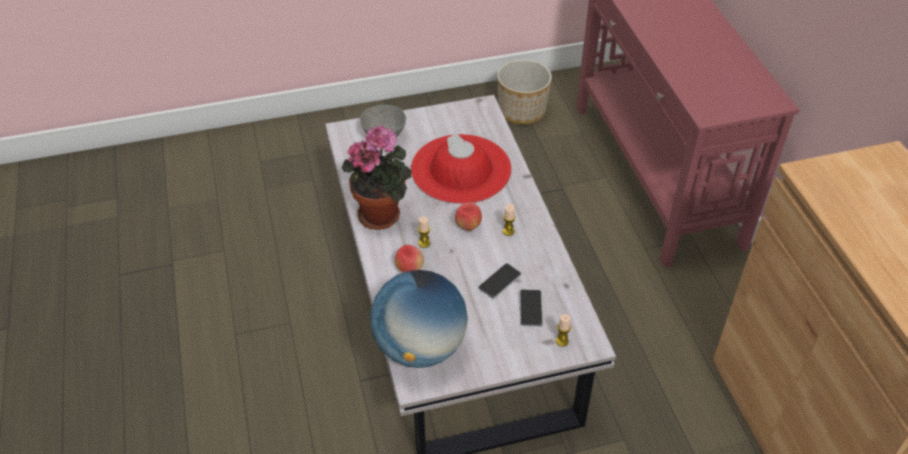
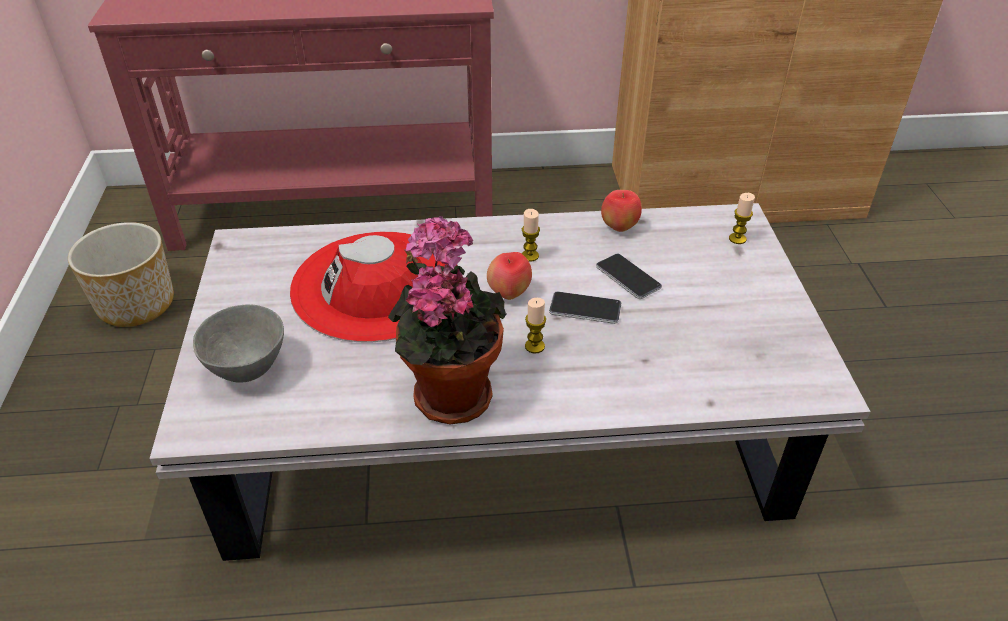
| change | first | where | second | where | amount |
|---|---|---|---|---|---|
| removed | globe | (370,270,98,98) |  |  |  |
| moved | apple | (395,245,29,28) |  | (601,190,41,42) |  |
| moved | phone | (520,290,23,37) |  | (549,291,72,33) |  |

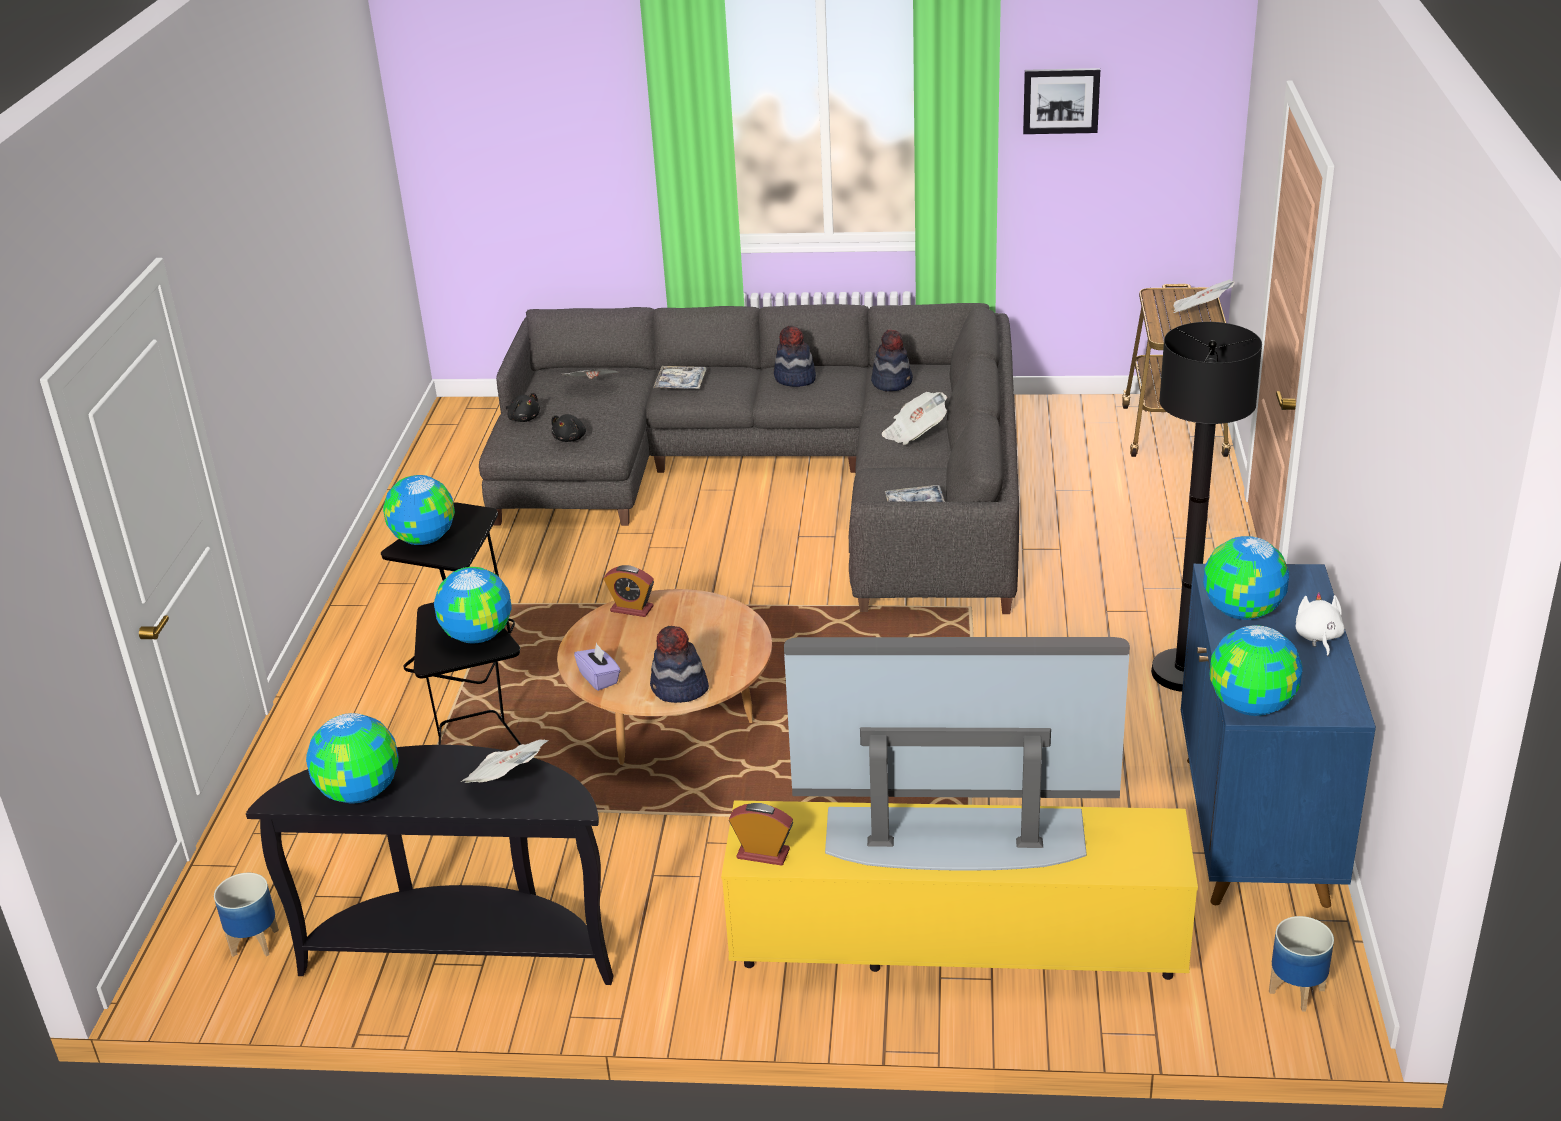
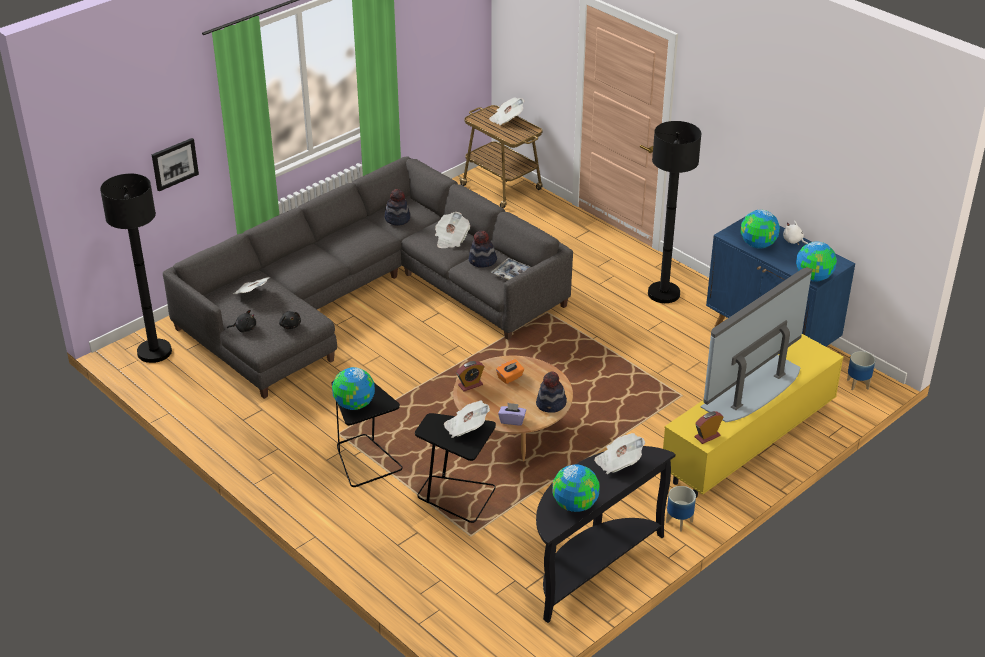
| change | first | where | second | where | amount |
|---|---|---|---|---|---|
| moved | planter | (214,873,65,84) |  | (666,486,30,46) |  |
| replaced | globe | (434,567,78,77) | newspaper | (444,401,46,37) |  |
| removed | tray | (653,366,53,23) |  |  |  |
| moved | hat | (774,326,42,61) |  | (469,231,28,37) |  |
| moved | picture | (1023,68,77,66) |  | (152,138,47,53) |  |
| added |  |  | black floor lamp | (100,174,72,189) |  |
| added |  |  | orange tissue box | (496,359,28,25) |  |

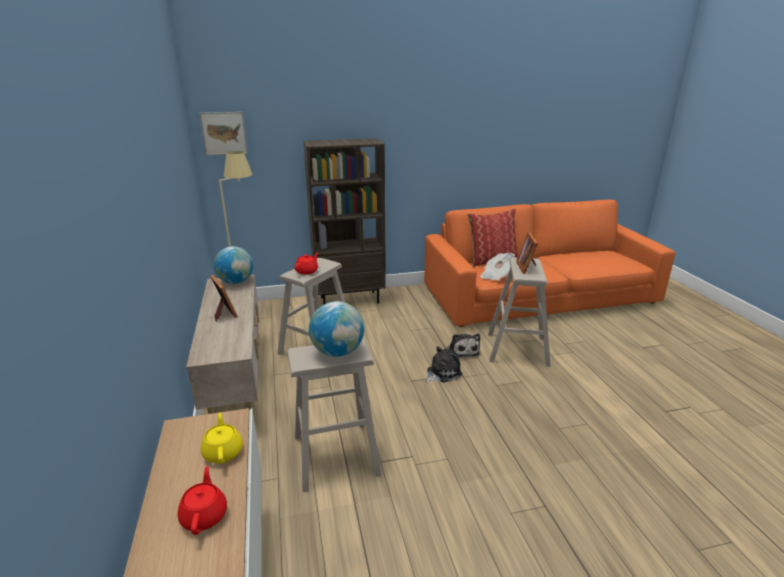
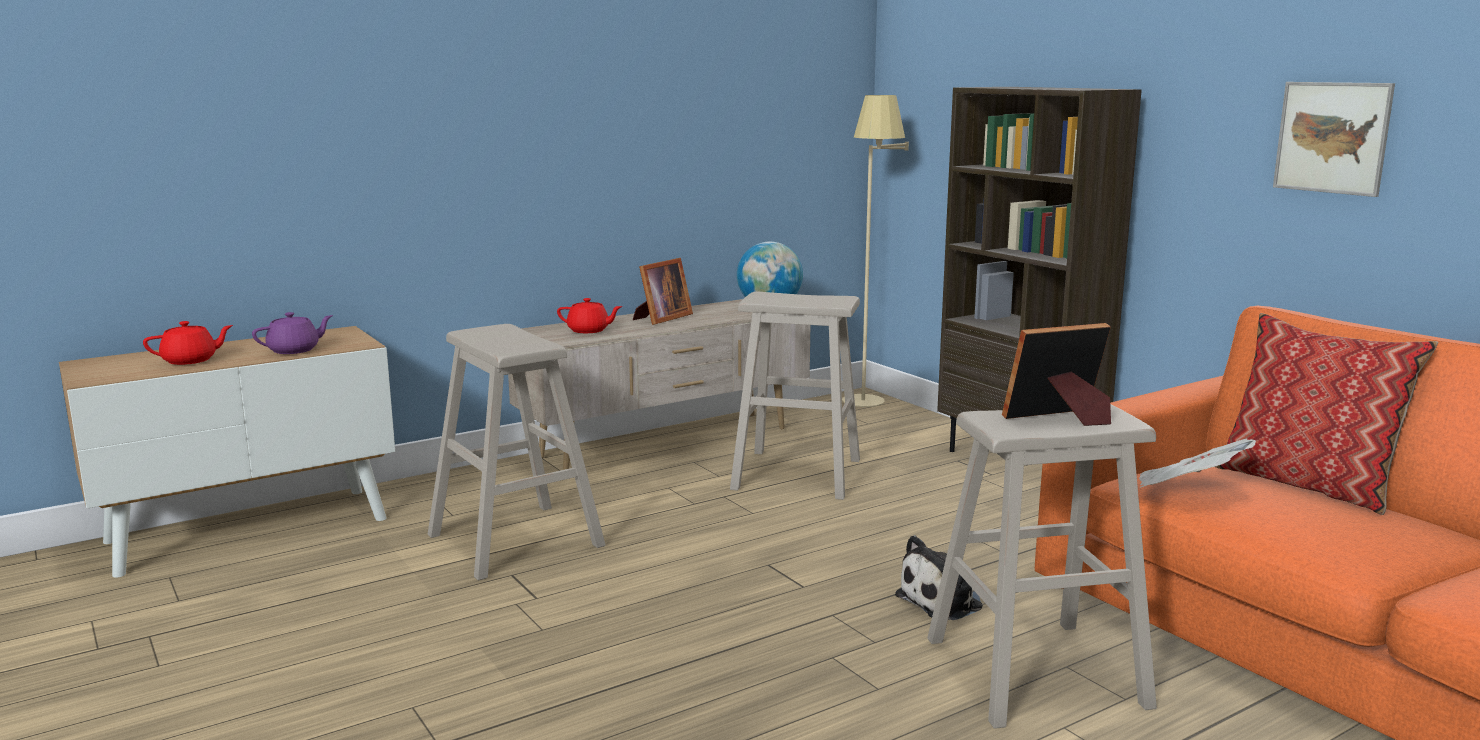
| change | first | where | second | where | amount |
|---|---|---|---|---|---|
| moved | picture | (199,112,49,44) |  | (1273,82,122,115) |  |
| recoloured | yellow teapot | (201,412,42,52) | purple teapot | (252,312,81,42) |  |
| moved | red teapot | (294,252,24,23) |  | (557,298,65,35) |  |
| removed | globe | (309,301,55,56) |  |  |  |
| removed | plush toy | (425,346,37,37) |  |  |  |

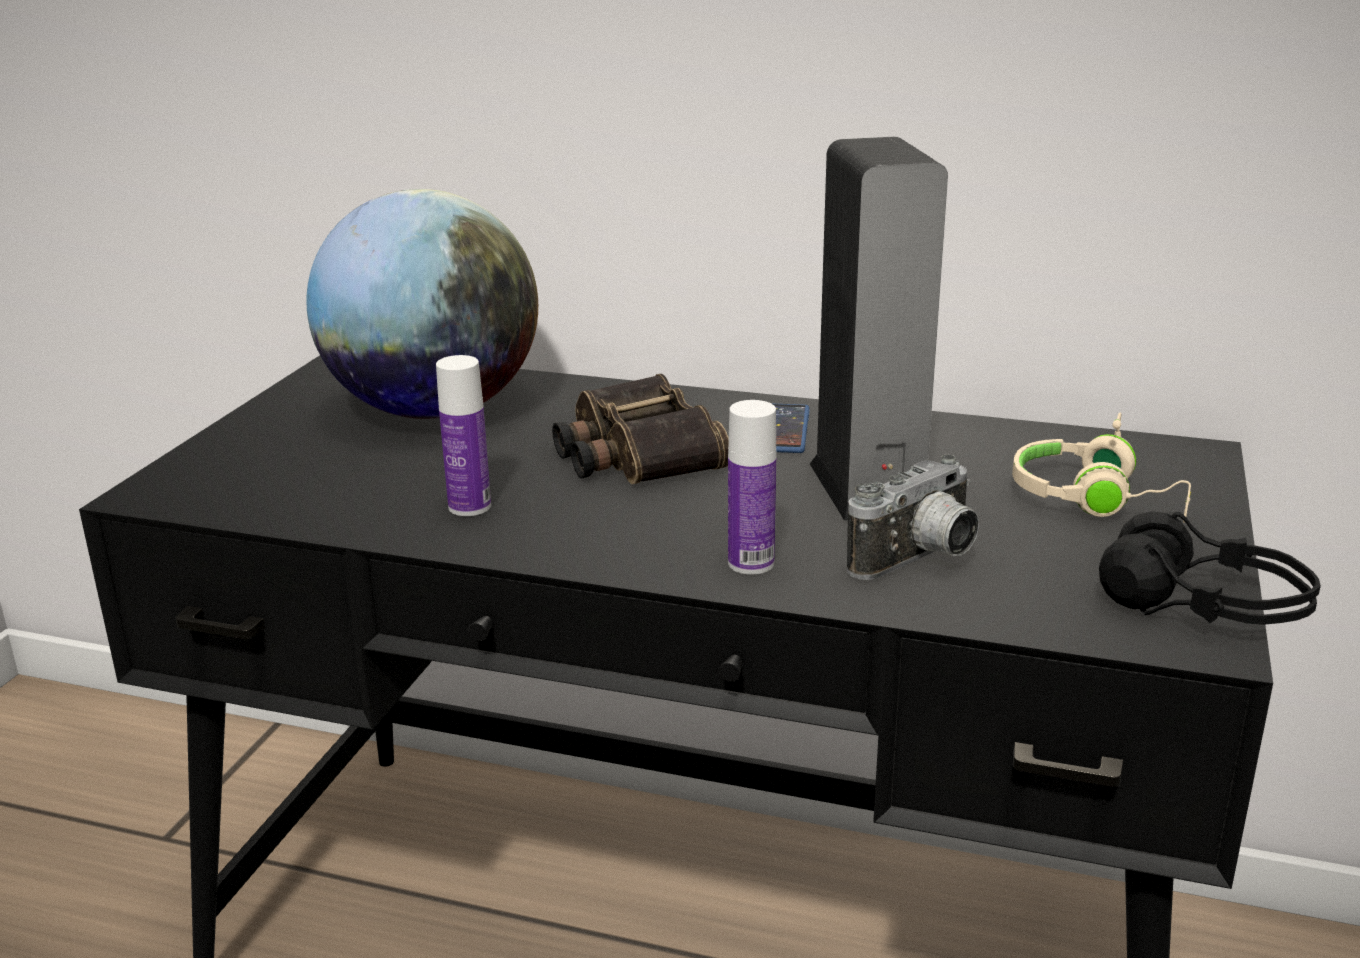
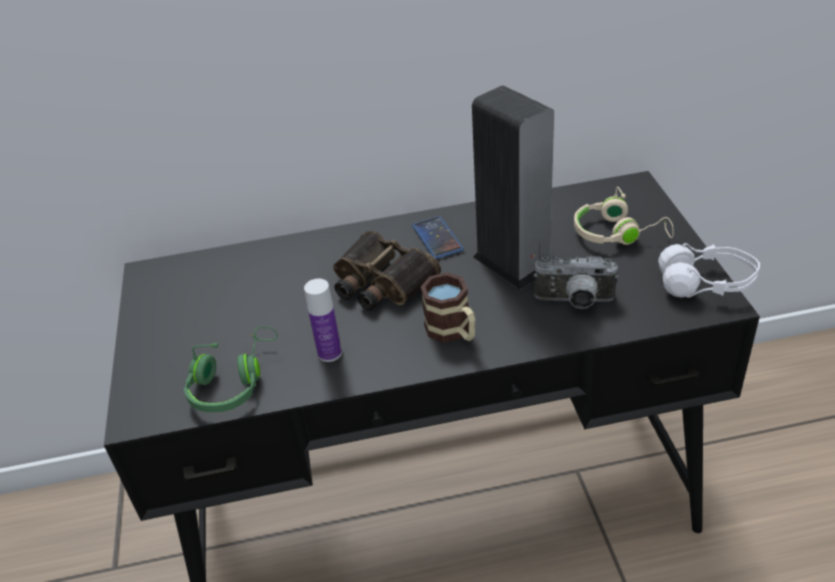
| change | first | where | second | where | amount |
|---|---|---|---|---|---|
| removed | globe | (307,189,231,230) |  |  |  |
| removed | bottle | (728,400,48,175) |  |  |  |
| turned | photo camera | (847,454,132,126) |  | (533,255,86,54) | 75 degrees clockwise |
| recoloured | black headphones | (1099,511,222,114) | white headphones | (658,243,102,55) |  |
| added |  |  | green headphones | (183,327,95,85) |  |
| added |  |  | mug | (421,273,54,70) |  |

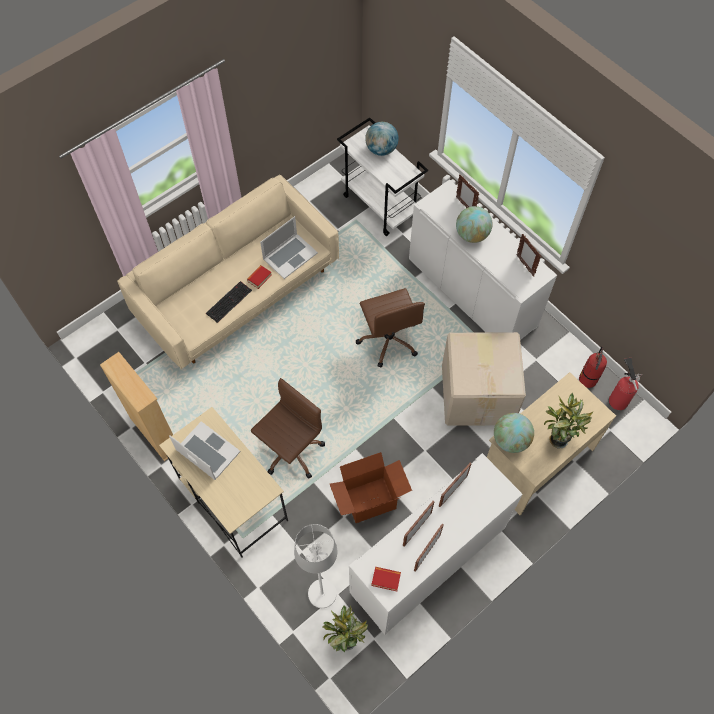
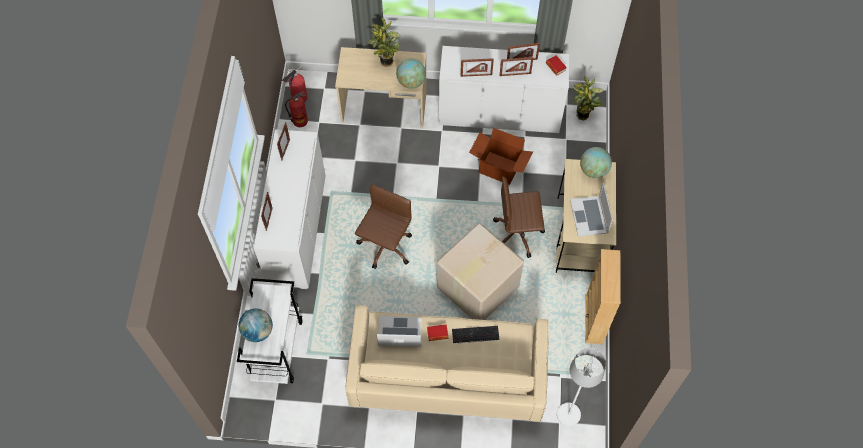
| change | first | where | second | where | amount |
|---|---|---|---|---|---|
| moved | white floor lamp | (294,524,44,84) |  | (557,348,49,78) |  |
| moved | cardboard box | (442,332,84,94) |  | (437,223,87,97) |  |
| moved | globe | (456,206,37,37) |  | (580,147,32,31) |  |

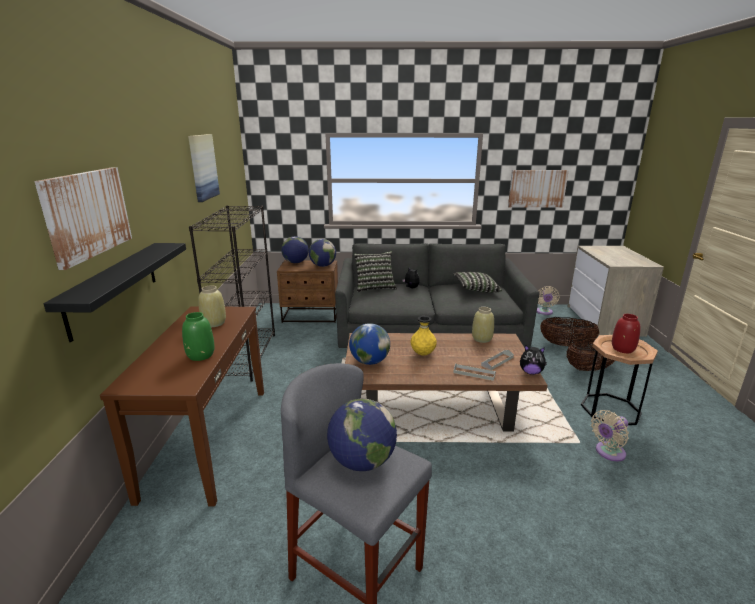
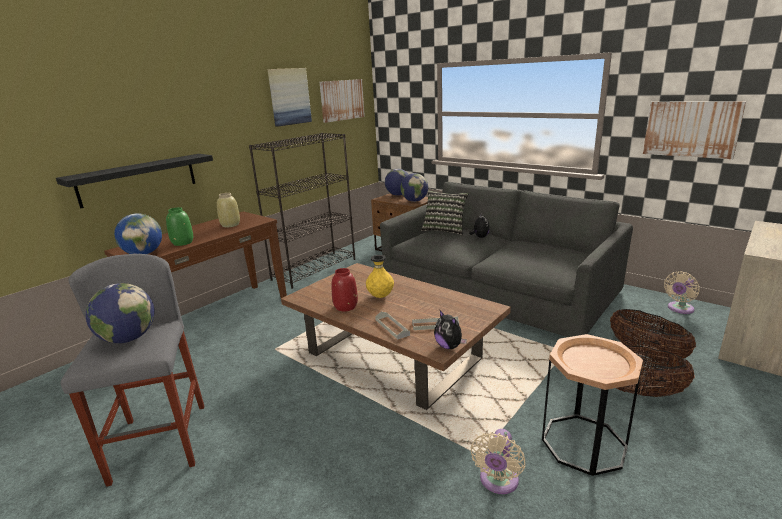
| change | first | where | second | where | amount |
|---|---|---|---|---|---|
| moved | picture | (34,167,98,103) |  | (320,79,45,44) |  |
| moved | globe | (349,323,41,42) |  | (114,213,48,41) |  |
| removed | pillow | (453,272,49,21) |  |  |  |
| removed | beige vase | (472,307,22,36) |  |  |  |
| turned | beige fan | (591,410,38,51) |  | (471,429,54,65) | 75 degrees counterclockwise |
| moved | red vase | (612,314,29,39) |  | (331,268,27,43) |  |

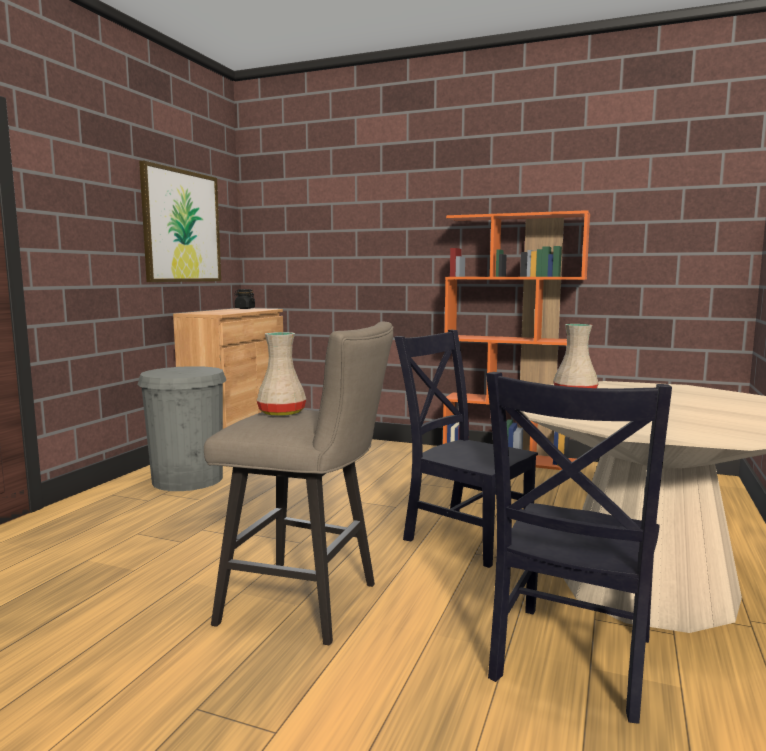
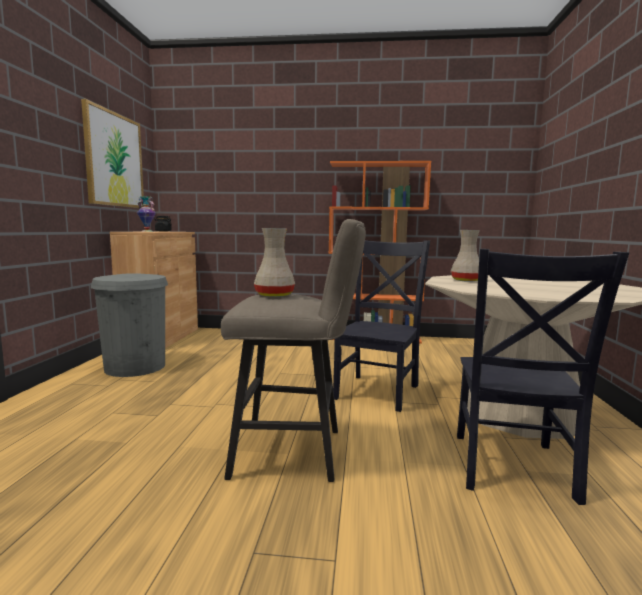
| change | first | where | second | where | amount |
|---|---|---|---|---|---|
| turned | black chair | (394,330,144,238) |  | (333,240,97,172) | 90 degrees clockwise |
| added |  |  | vase | (137,196,19,36) |  |

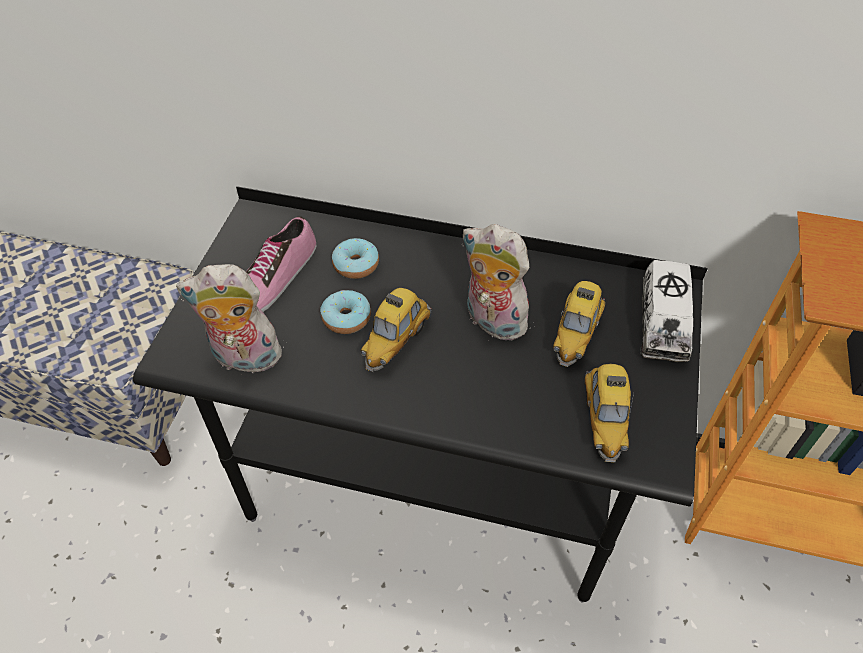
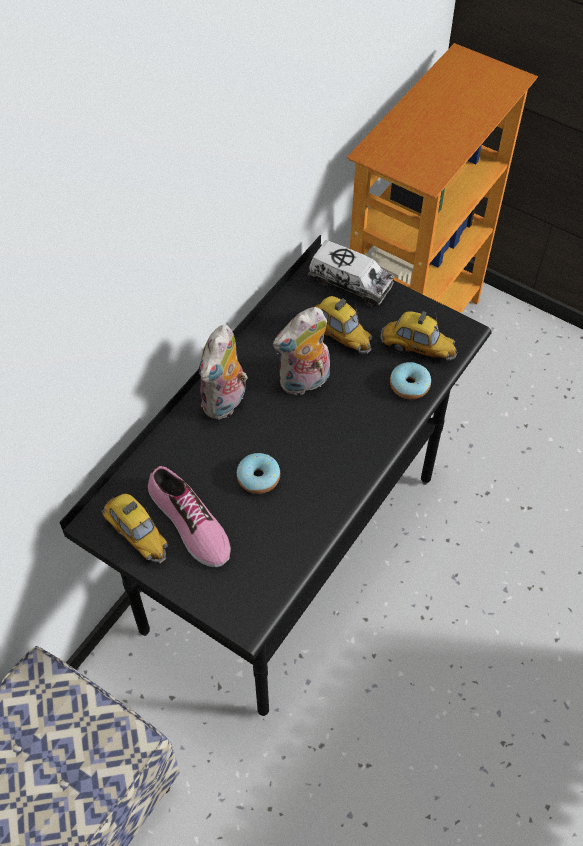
| change | first | where | second | where | amount |
|---|---|---|---|---|---|
| moved | plush toy | (176,264,112,114) |  | (199,325,49,95) |  |
| moved | donut | (332,238,47,41) |  | (390,362,41,37) |  |
| moved | toy car | (360,288,71,85) |  | (101,494,67,70) |  |

